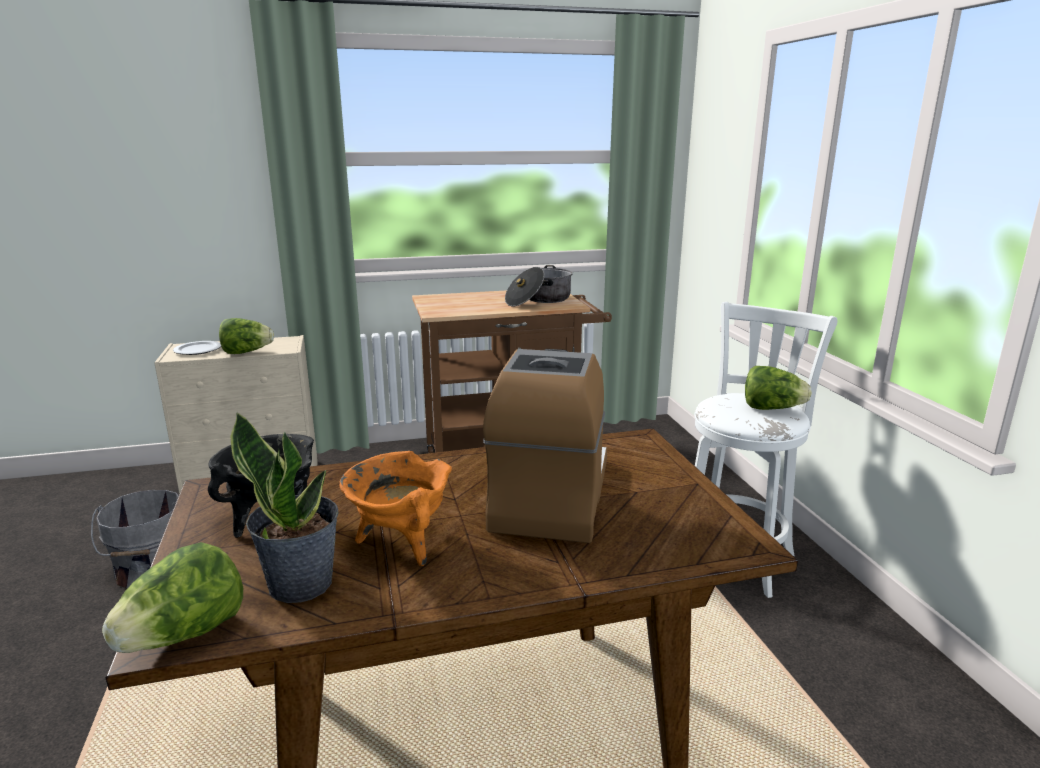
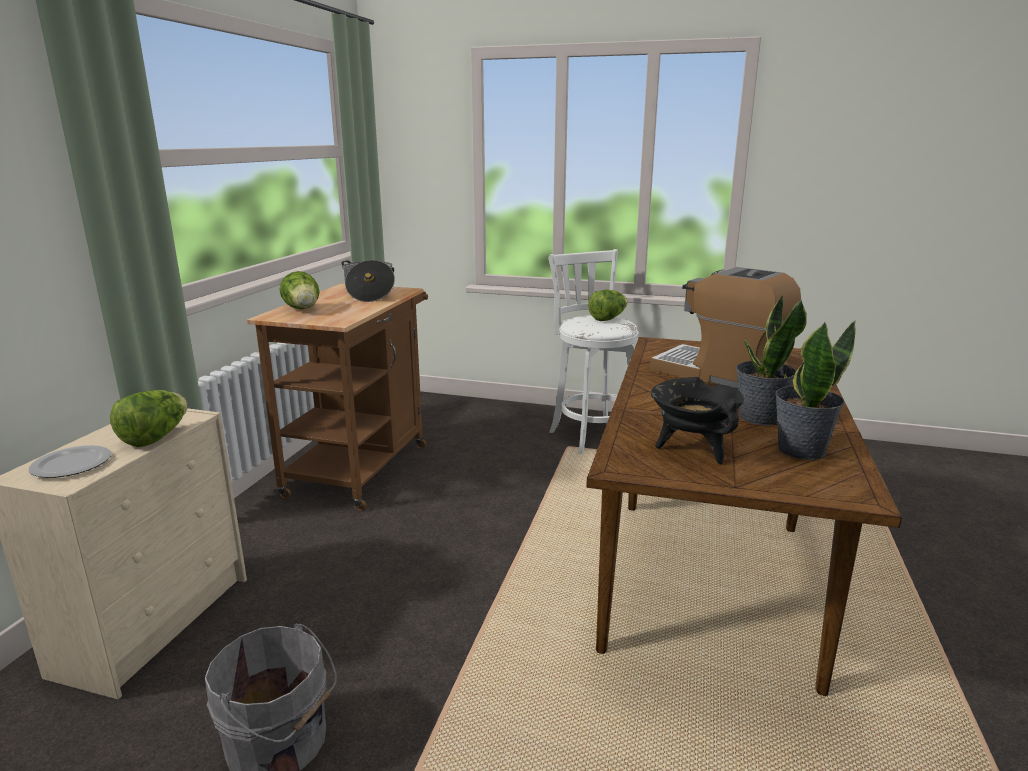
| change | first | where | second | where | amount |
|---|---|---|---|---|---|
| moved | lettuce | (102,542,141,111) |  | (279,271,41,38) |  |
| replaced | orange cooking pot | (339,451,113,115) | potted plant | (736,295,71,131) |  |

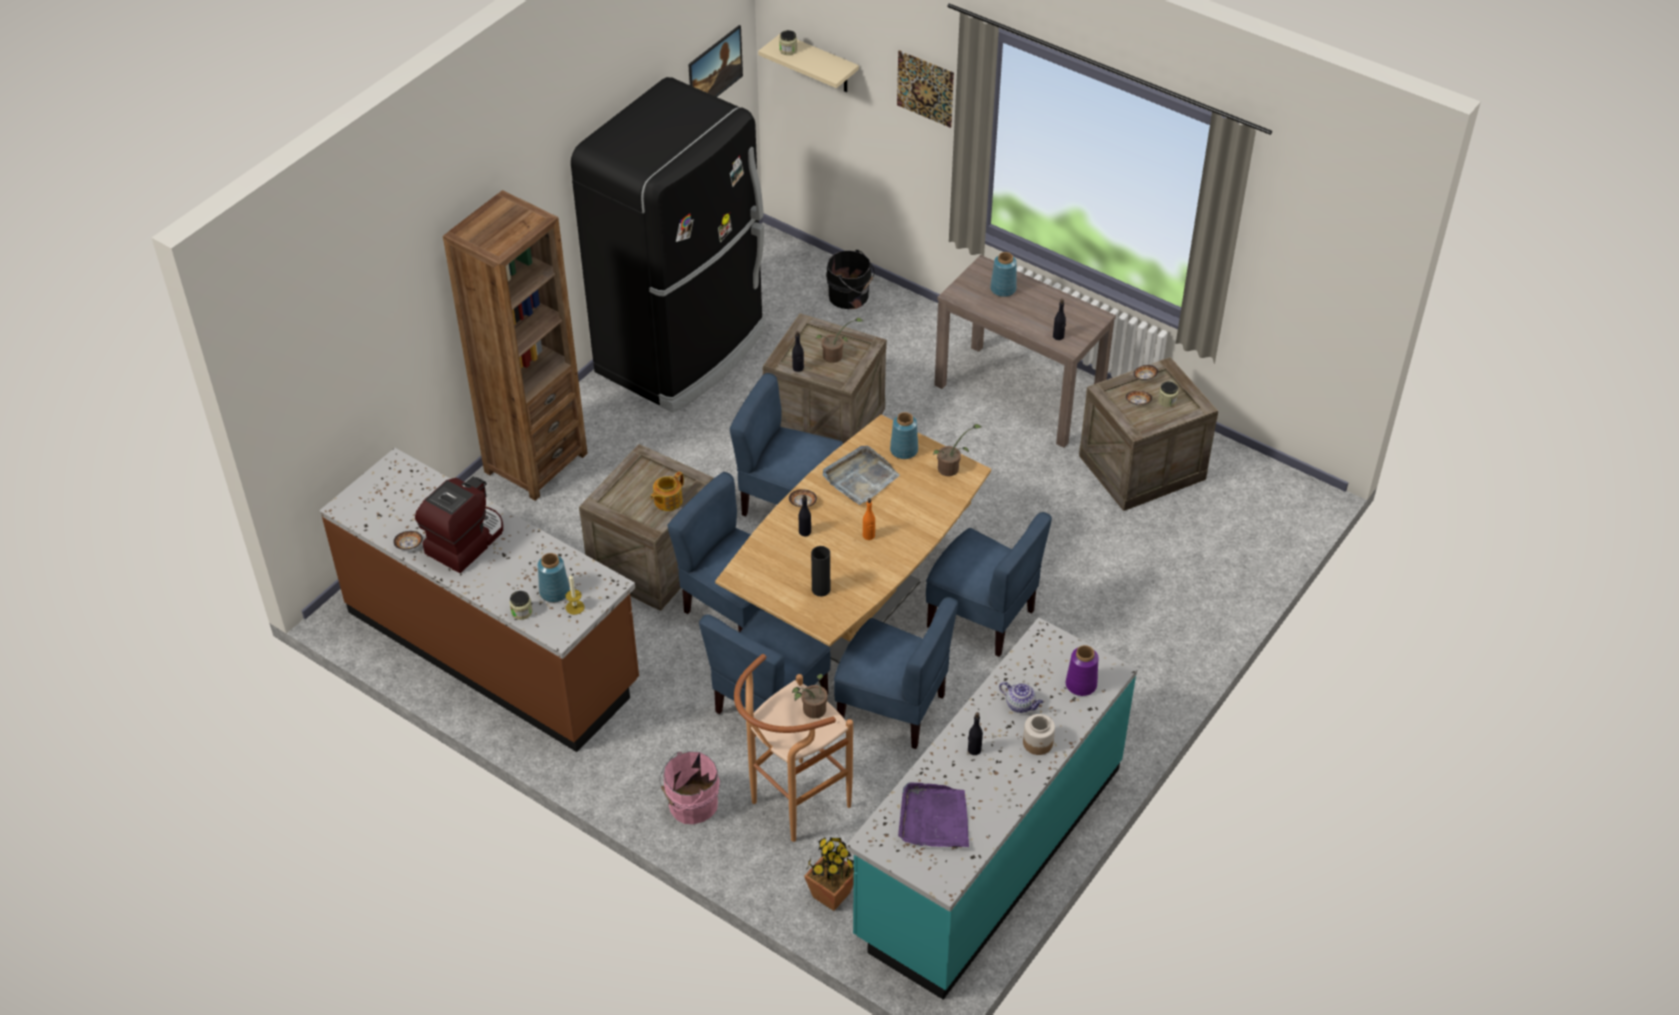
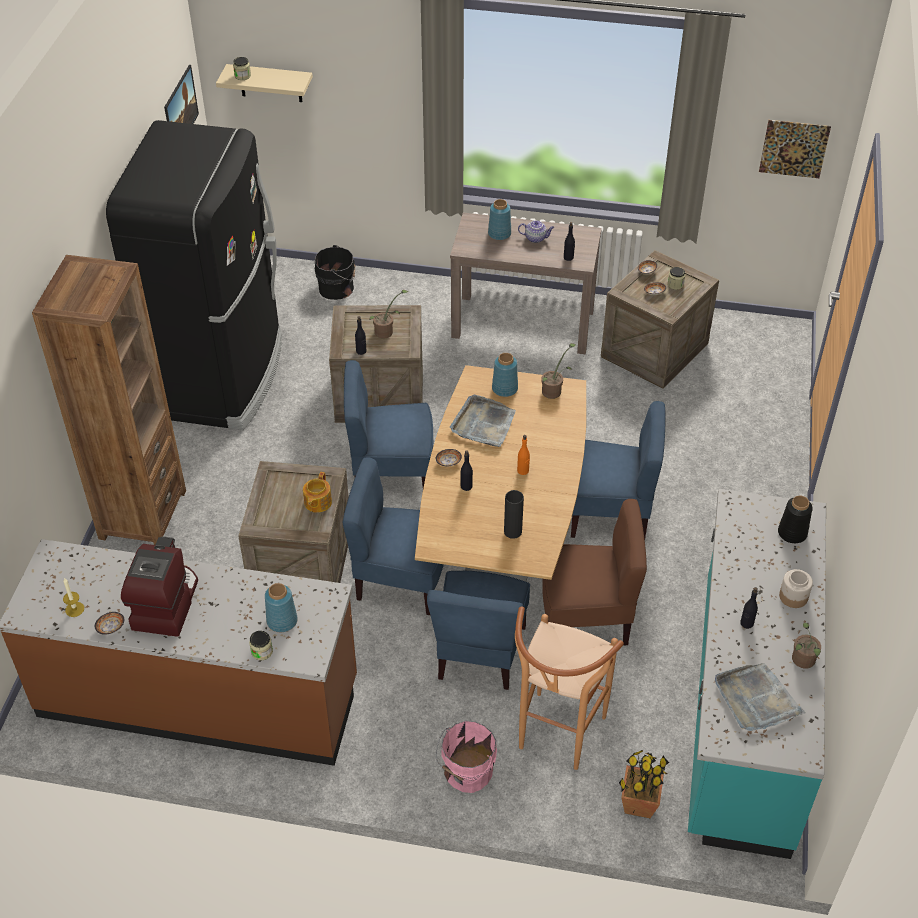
| change | first | where | second | where | amount |
|---|---|---|---|---|---|
| moved | candle | (566,574,18,41) |  | (63,578,21,39) |  |
| moved | potted plant | (792,674,35,44) |  | (792,622,29,47) |  |
| recoloured | blue chair | (834,597,124,152) | brown chair | (542,499,105,147) |  |
| moved | picture | (897,50,57,78) |  | (759,120,72,58) |  |
| recoloured | purple tray | (898,782,71,65) | grey tray | (715,663,91,68) |  |
| moved | teapot | (999,682,44,31) |  | (518,220,36,23) |  |
| recoloured | purple vase | (1066,645,33,51) | black vase | (778,496,35,47) |  |

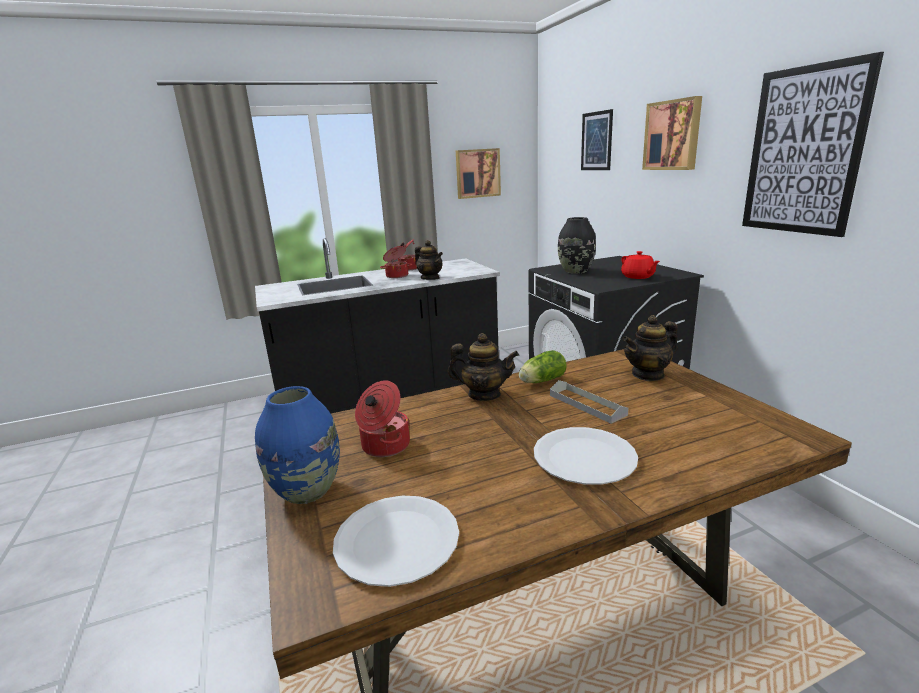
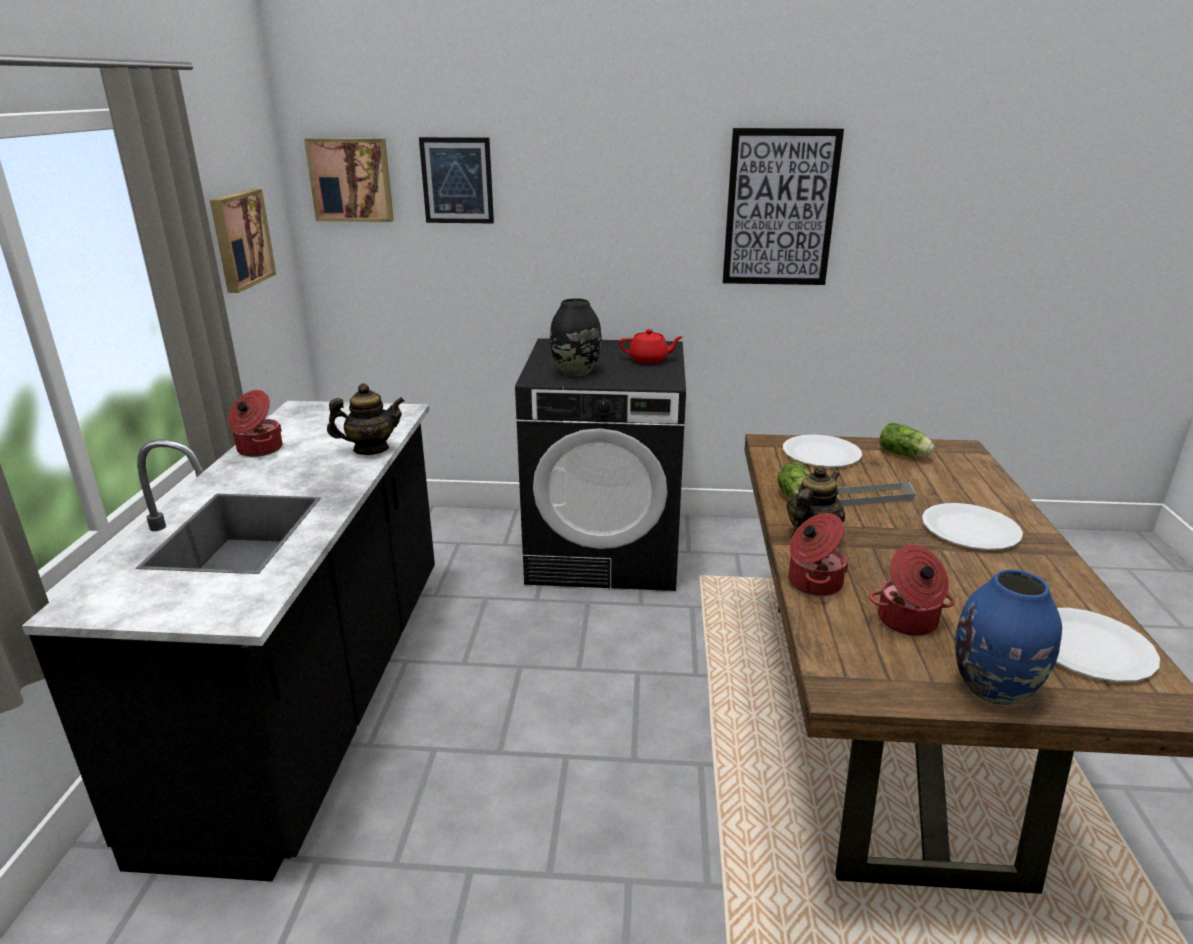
| change | first | where | second | where | amount |
|---|---|---|---|---|---|
| moved | cooking pot | (380,246,32,32) |  | (788,513,61,83) |  |
| replaced | teapot | (623,315,55,66) | white plate | (783,435,79,32) |  |
| moved | picture | (642,96,60,74) |  | (304,138,90,84) |  |
| added |  |  | lettuce | (879,422,56,35) |  |

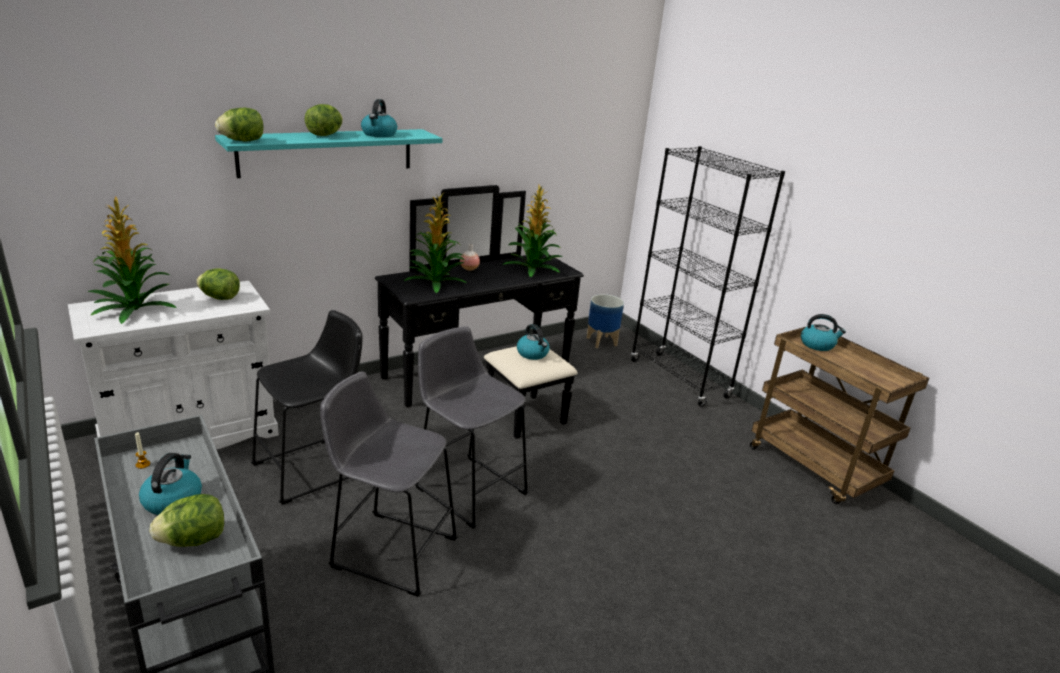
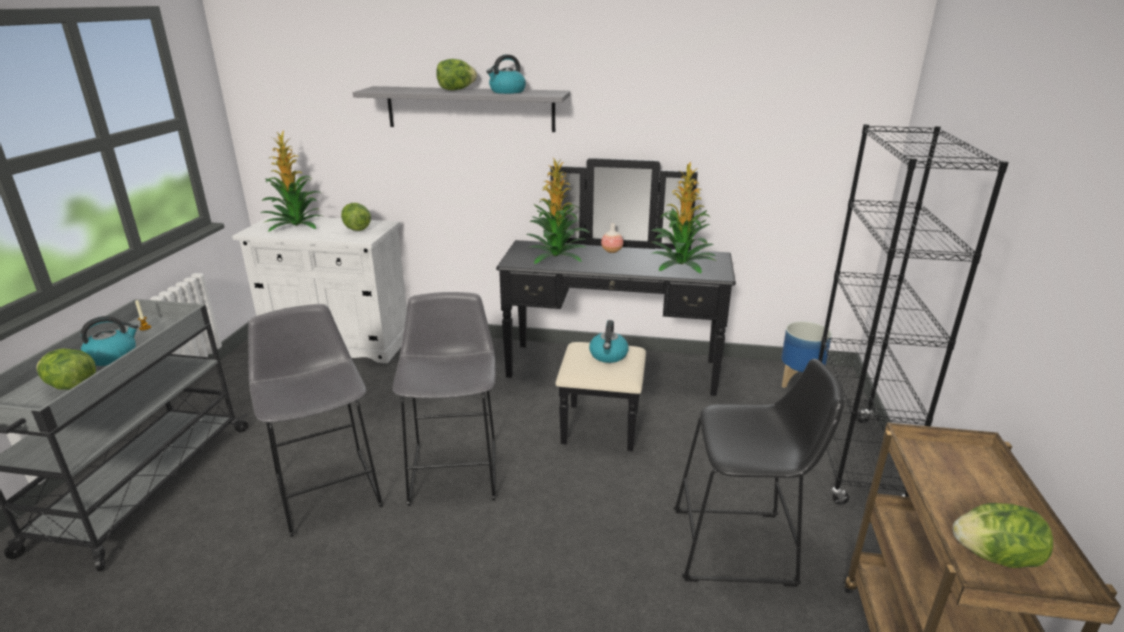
| change | first | where | second | where | amount |
|---|---|---|---|---|---|
| moved | lettuce | (215,108,49,33) |  | (953,503,100,65) |  |
| recoloured | turquoise shelf | (215,129,228,49) | grey shelf | (353,86,217,46) |  |
| moved | black stool | (251,310,111,195) |  | (674,359,170,228) |  |
| removed | kettle | (801,314,45,37) |  |  |  |

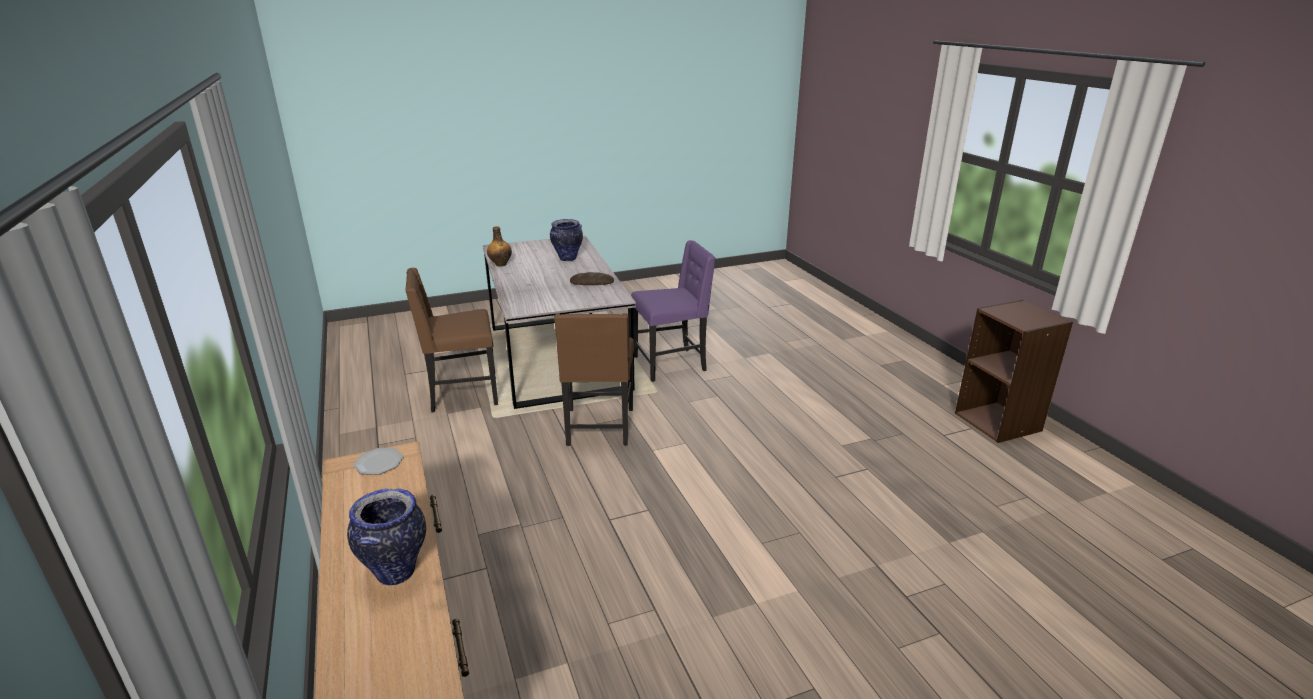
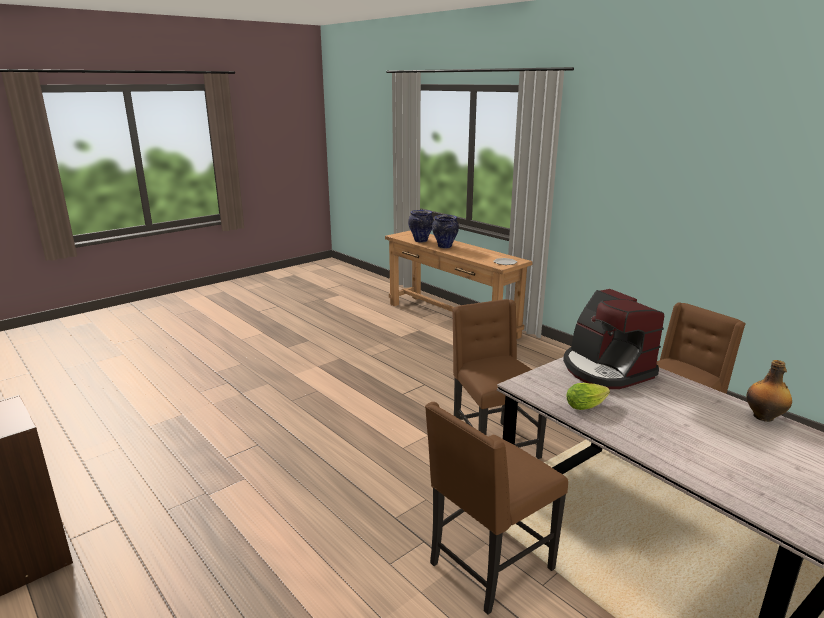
| change | first | where | second | where | amount |
|---|---|---|---|---|---|
| moved | vase | (550,219,33,42) |  | (408,210,26,33) |  |
| replaced | bread | (570,272,44,13) | lettuce | (566,383,44,27) |  |
| recoloured | purple chair | (631,240,84,142) | brown chair | (425,402,143,213) |  |
| added |  |  | coffee machine | (563,289,101,100) |  |

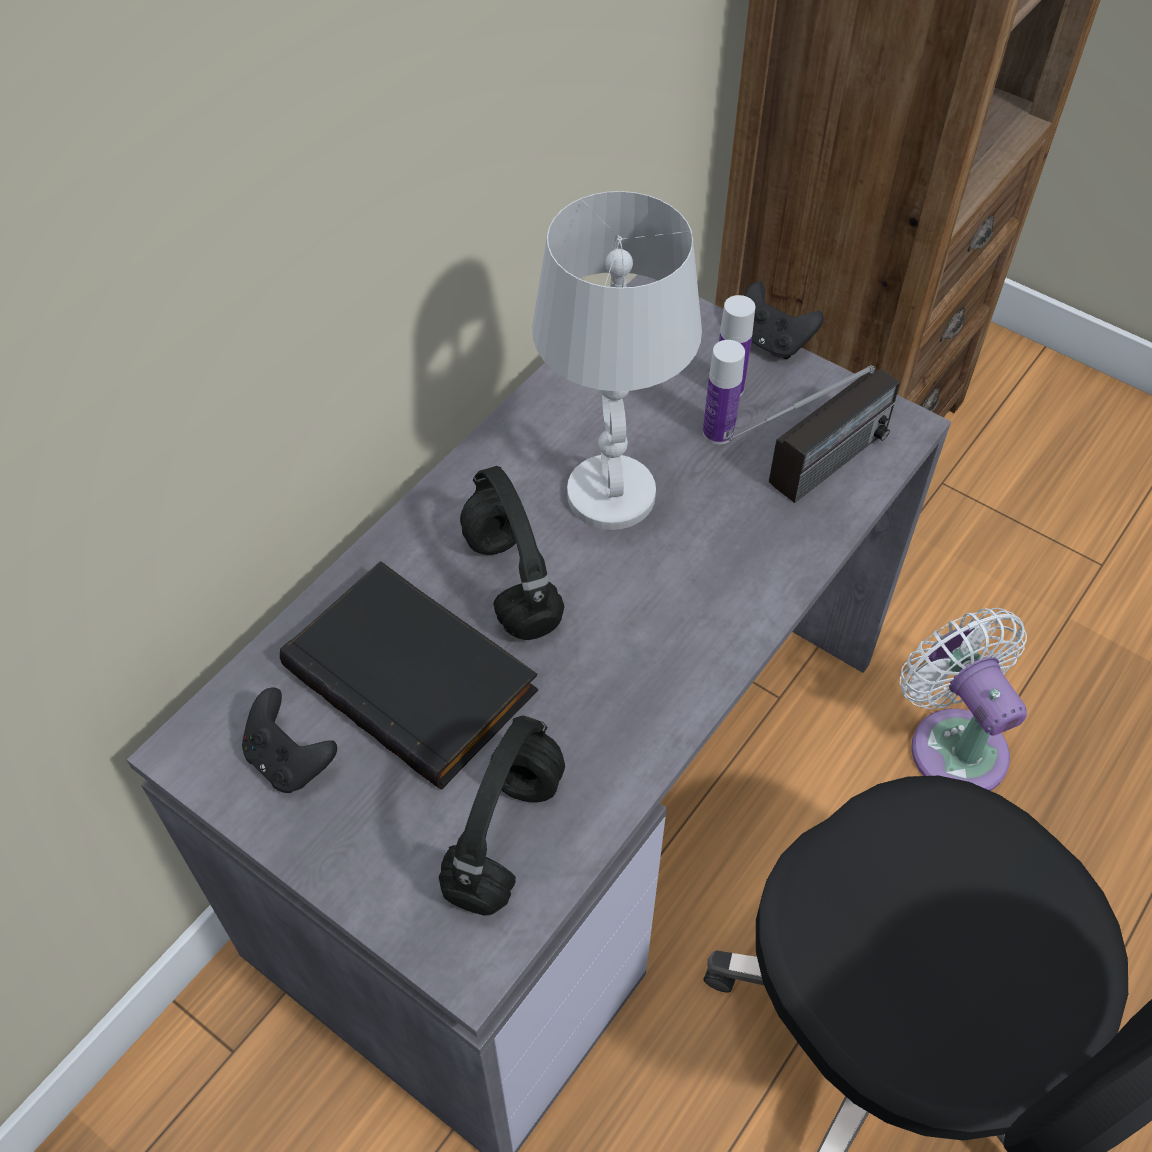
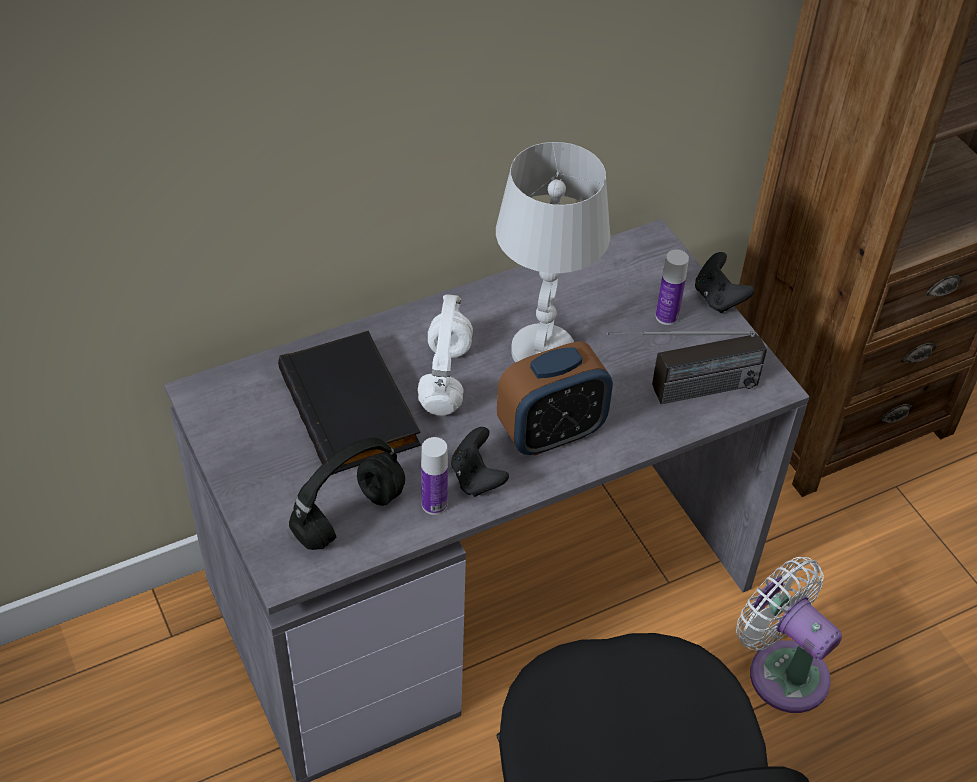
| change | first | where | second | where | amount |
|---|---|---|---|---|---|
| moved | black game controller | (242,687,95,106) |  | (451,427,58,70) |  |
| recoloured | black headphones | (460,466,104,174) | white headphones | (417,294,56,122) |  |
| moved | bottle | (703,340,42,104) |  | (421,437,27,78) |  |
| turned | white fan | (900,608,127,183) |  | (736,557,106,156) | 45 degrees counterclockwise |
| added |  |  | alarm clock | (497,341,116,115) |  |

